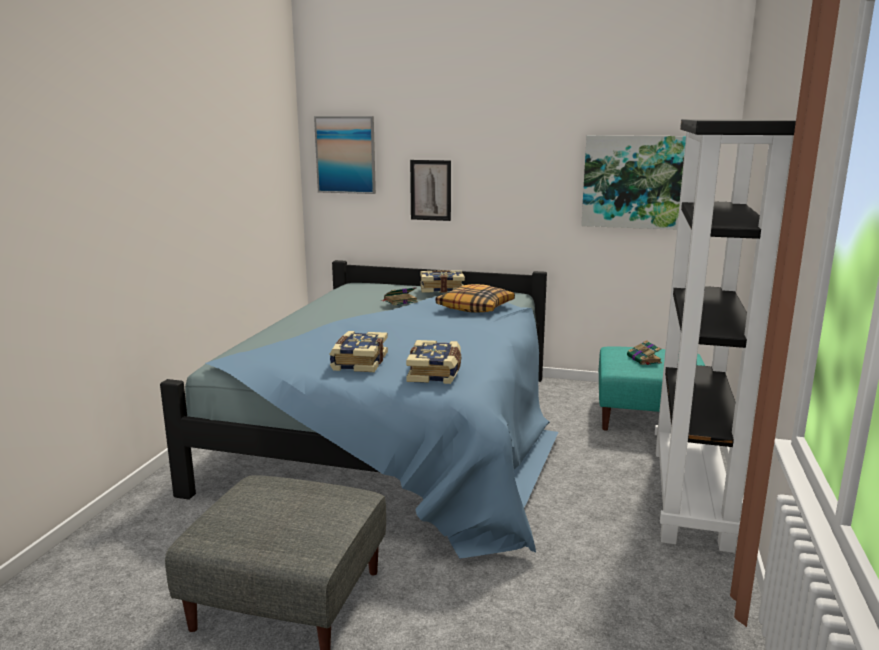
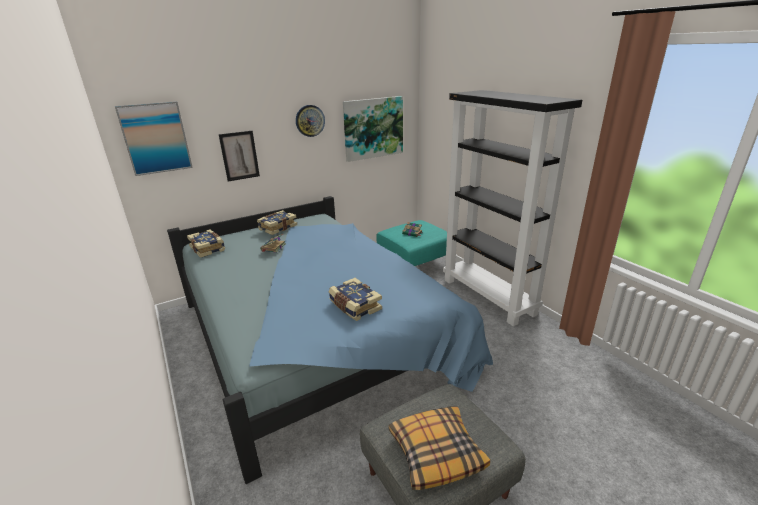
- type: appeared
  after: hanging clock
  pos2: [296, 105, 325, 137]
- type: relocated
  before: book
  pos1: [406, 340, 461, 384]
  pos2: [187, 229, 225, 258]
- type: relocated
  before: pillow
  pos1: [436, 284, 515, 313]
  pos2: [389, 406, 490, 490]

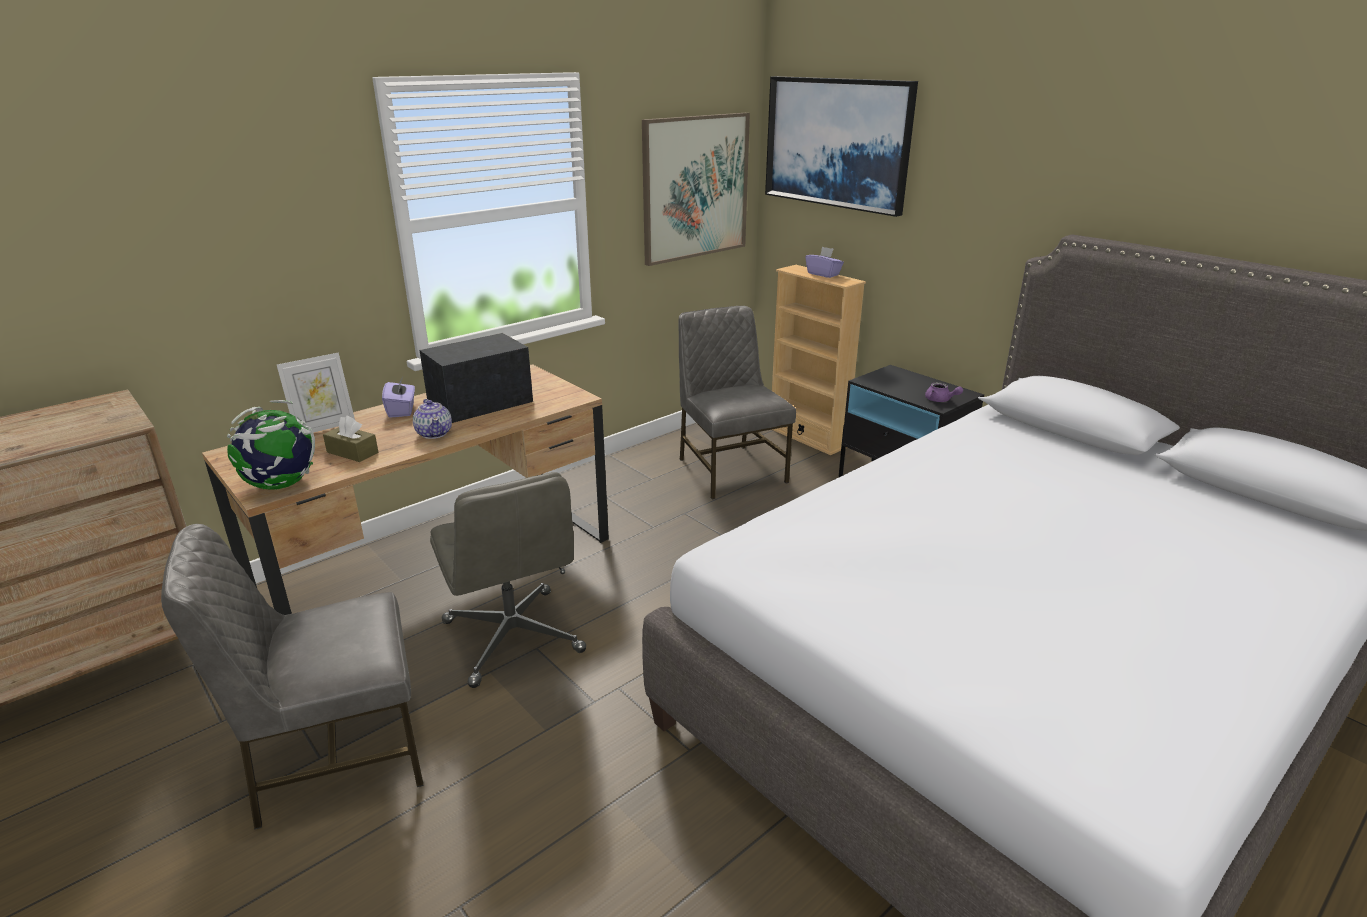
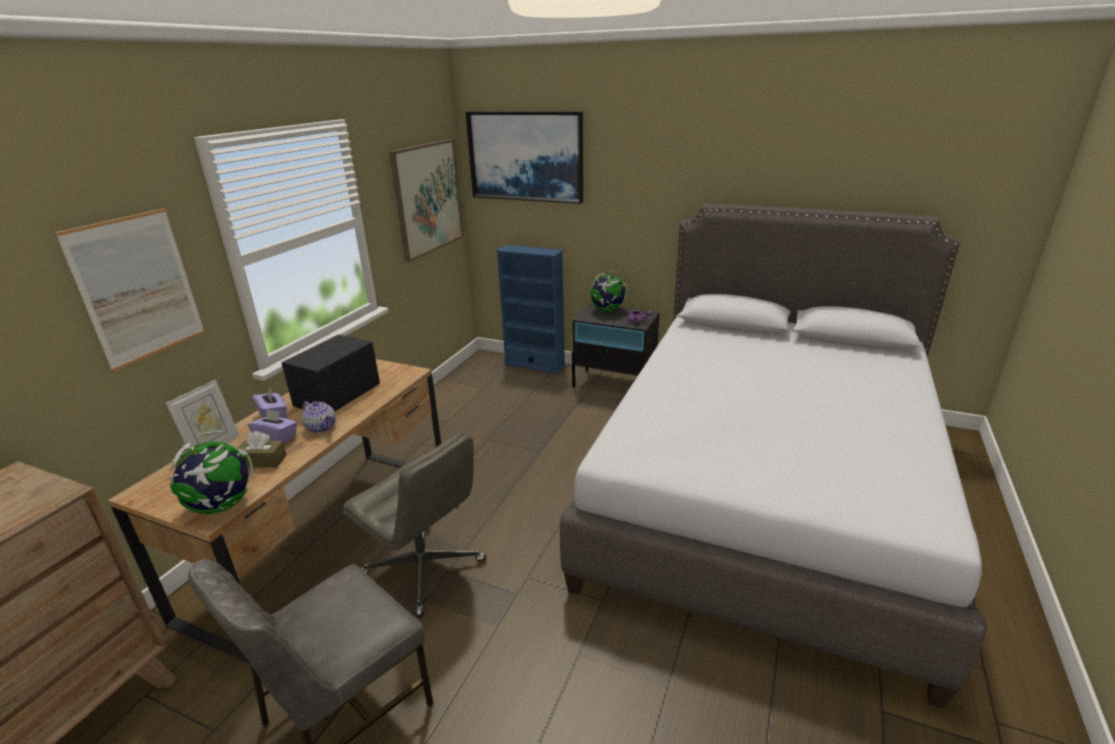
- type: missing
  before: greyish chair
  pos1: [678, 306, 796, 499]
- type: appeared
  after: picture
  pos2: [55, 208, 205, 372]
- type: appeared
  after: globe
  pos2: [590, 271, 627, 312]
- type: relocated
  before: purple-coloured box of tissues
  pos1: [805, 246, 844, 278]
  pos2: [248, 409, 297, 445]
- type: colour
  before: sand-coloured shelving unit
  after: blue shelving unit
  pos1: [772, 265, 866, 455]
  pos2: [495, 245, 566, 374]

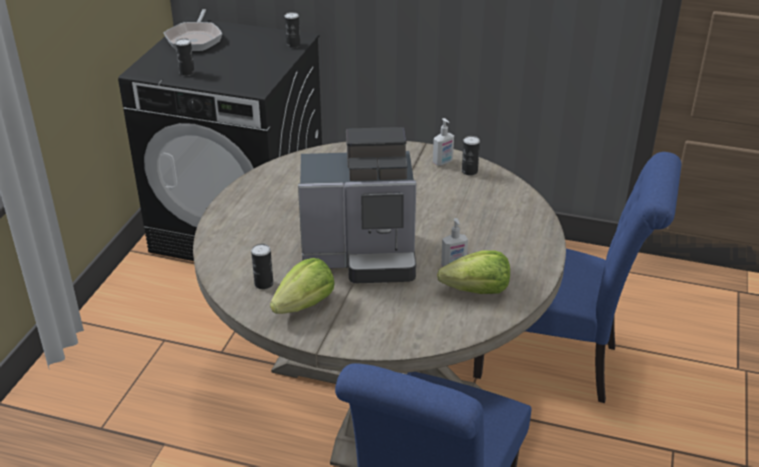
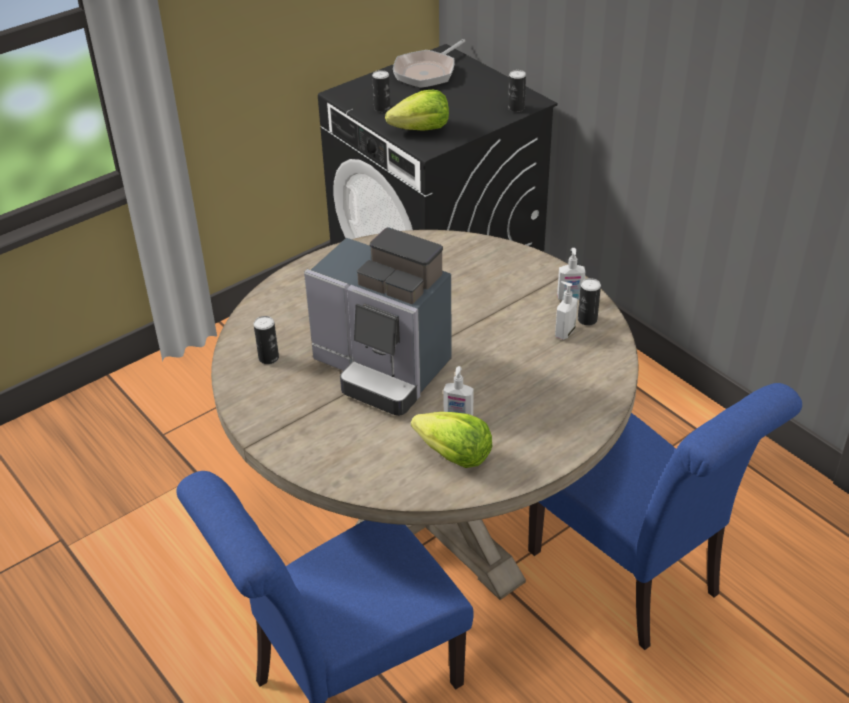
- type: appeared
  after: soap dispenser
  pos2: [555, 281, 578, 340]
- type: relocated
  before: head of lettuce
  pos1: [270, 258, 335, 314]
  pos2: [385, 90, 449, 131]

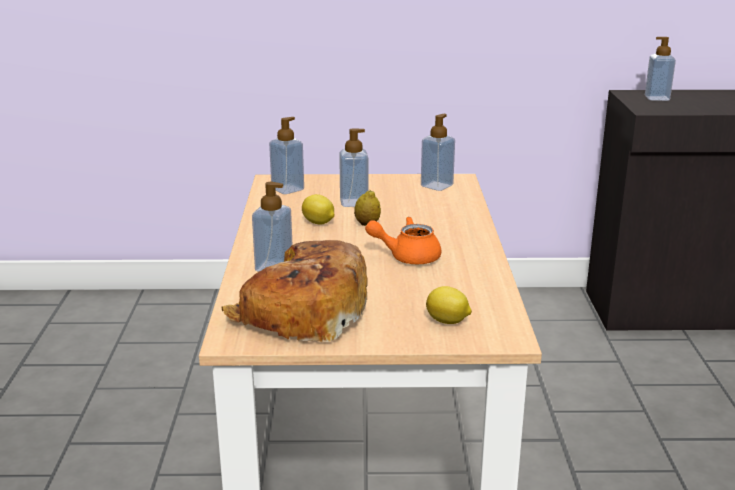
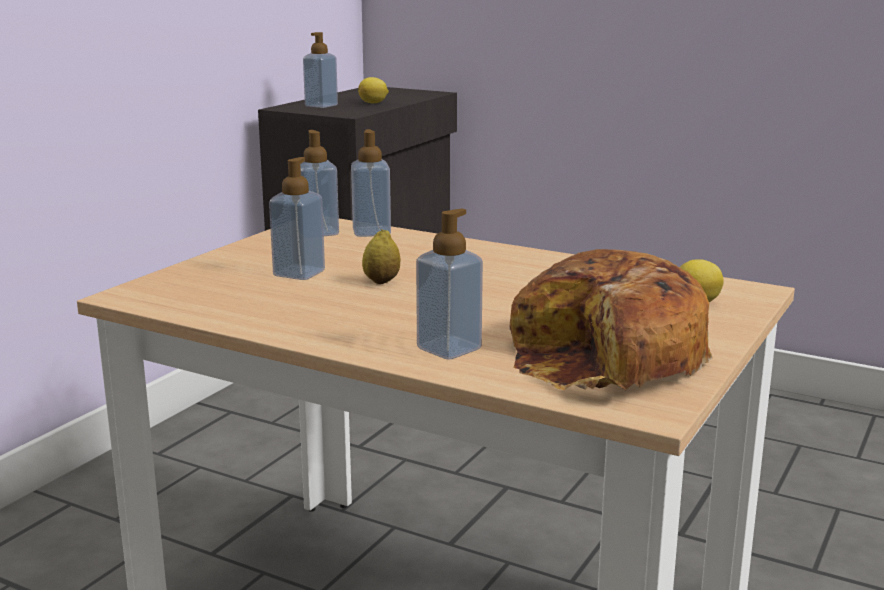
- type: missing
  before: orange pot for tea
  pos1: [365, 217, 441, 264]
- type: relocated
  before: soap dispenser
  pos1: [269, 117, 304, 194]
  pos2: [351, 129, 391, 237]
- type: relocated
  before: lemon
  pos1: [302, 194, 334, 224]
  pos2: [358, 77, 389, 103]

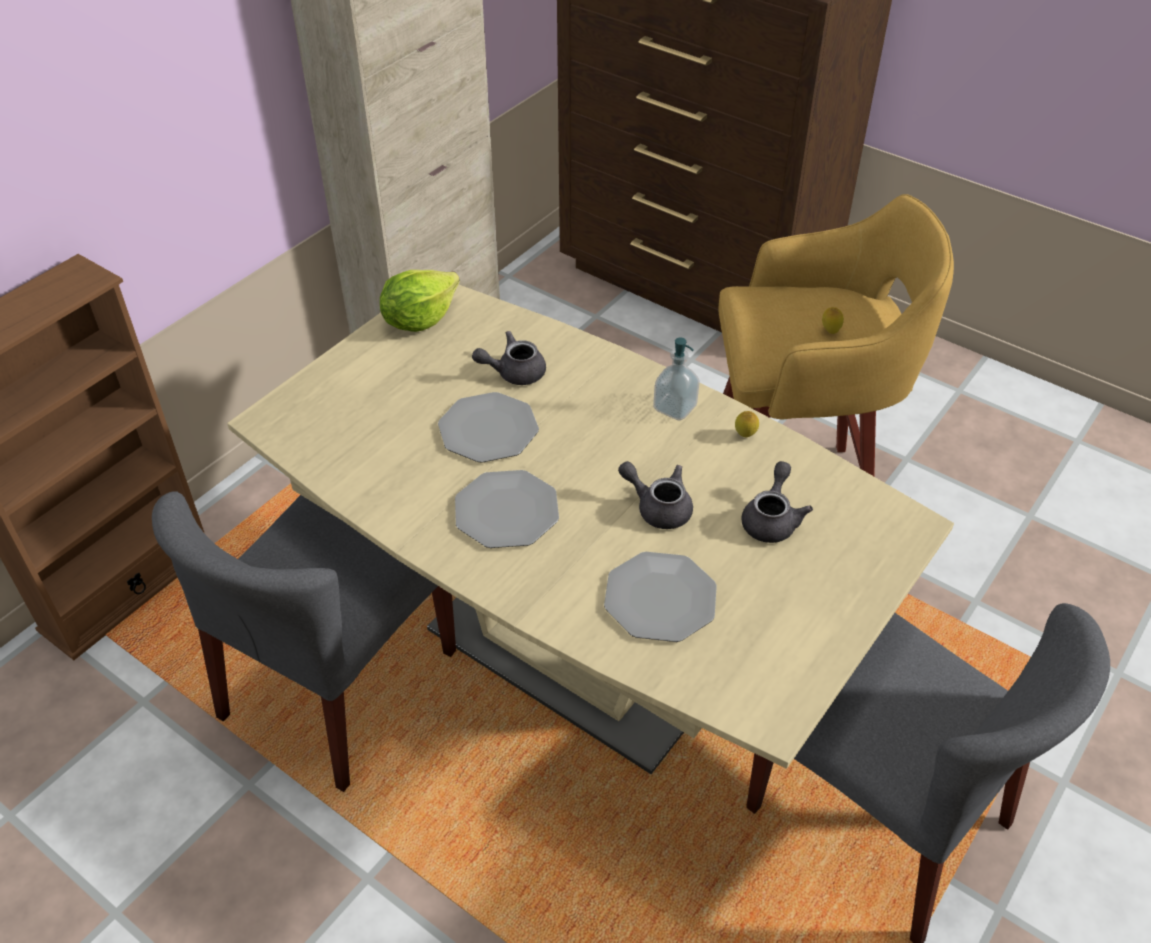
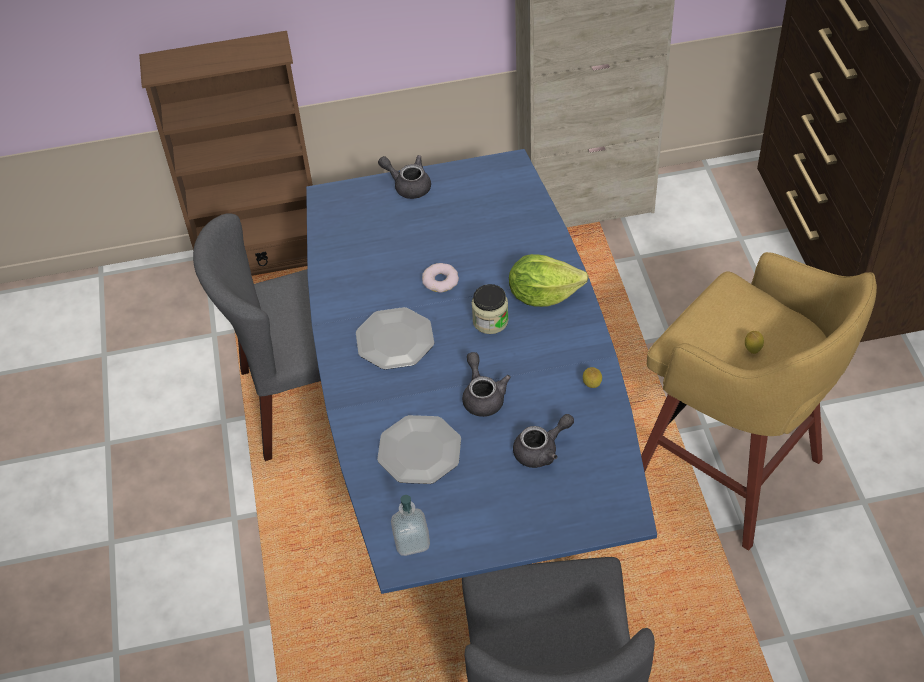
- type: appeared
  after: preserve jar
  pos2: [472, 284, 509, 334]
- type: relocated
  before: head of lettuce
  pos1: [380, 270, 460, 332]
  pos2: [509, 254, 588, 307]
- type: relocated
  before: greyish pot for tea
  pos1: [472, 331, 546, 385]
  pos2: [378, 155, 431, 199]
- type: relocated
  before: soap dispenser
  pos1: [653, 337, 700, 421]
  pos2: [391, 495, 430, 556]
- type: exchanged
  before: flat dish
  after: doughnut
  pos1: [438, 392, 539, 463]
  pos2: [422, 263, 459, 293]
- type: colour
  before: sand-coloured dining table
  after: blue dining table
  pos1: [227, 284, 954, 774]
  pos2: [306, 149, 657, 594]

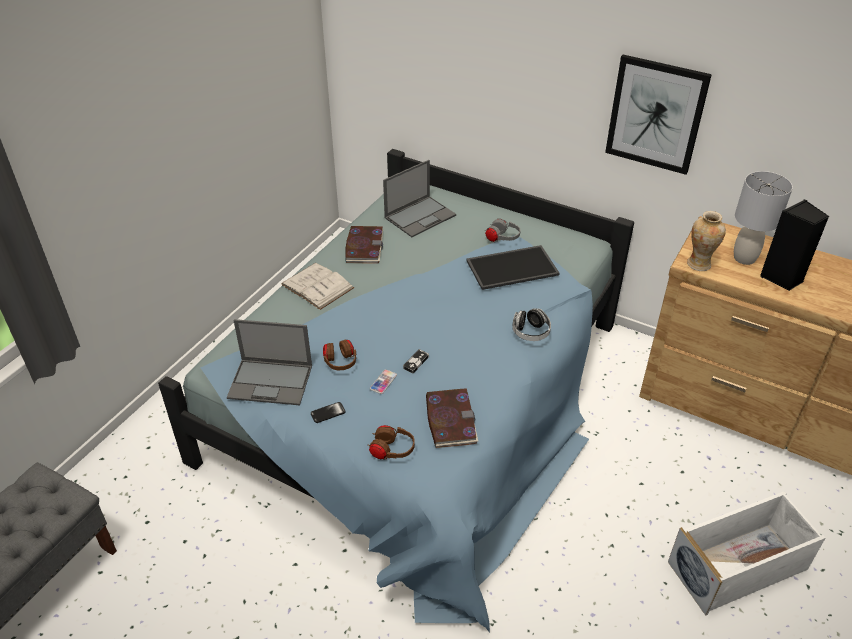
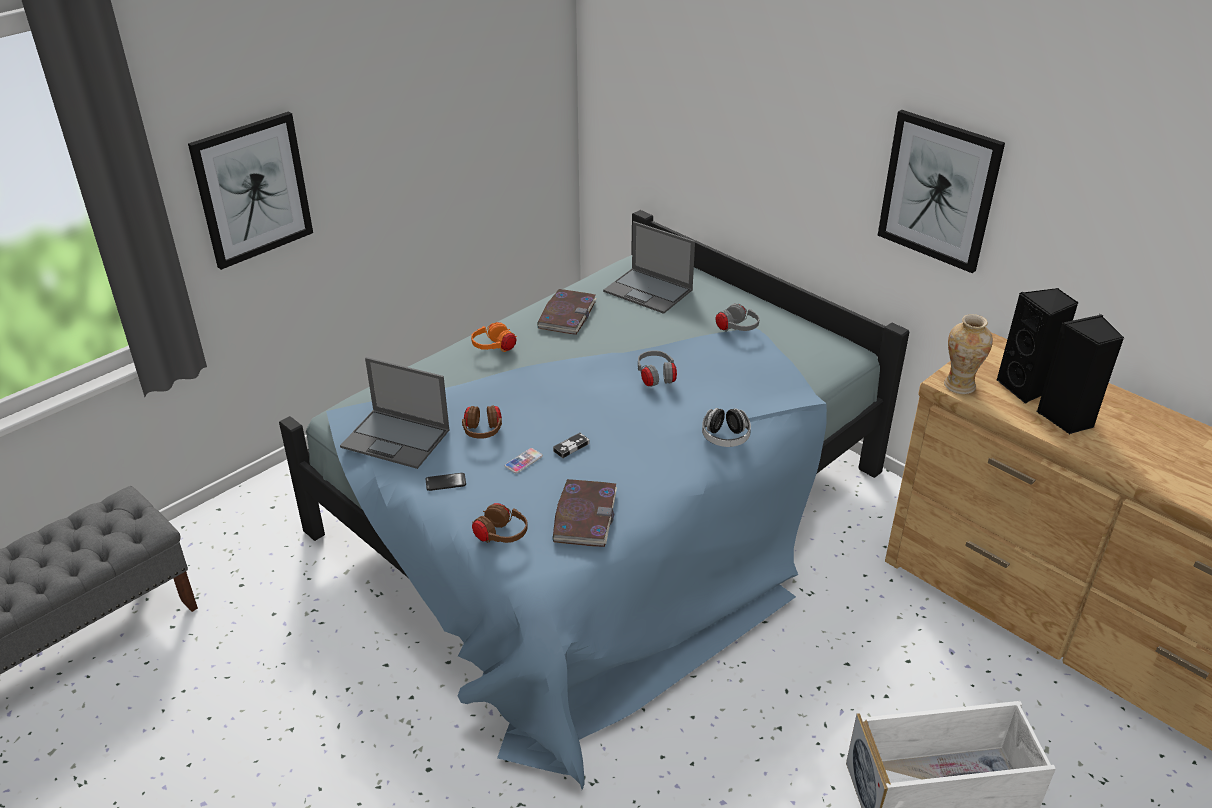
- type: missing
  before: tray
  pos1: [466, 245, 560, 290]
- type: appeared
  after: picture
  pos2: [188, 112, 313, 270]
- type: appeared
  after: greyish headphones
  pos2: [638, 351, 677, 387]
- type: exchanged
  before: white book
  after: orange headphones
  pos1: [281, 263, 354, 310]
  pos2: [471, 322, 517, 352]
- type: exchanged
  before: greyish table lamp
  after: black-coloured audio speaker
  pos1: [734, 171, 793, 265]
  pos2: [996, 288, 1078, 404]
- type: spun
  before: portable computer
  pos1: [383, 160, 456, 237]
  pos2: [603, 221, 695, 314]
  turn: 60

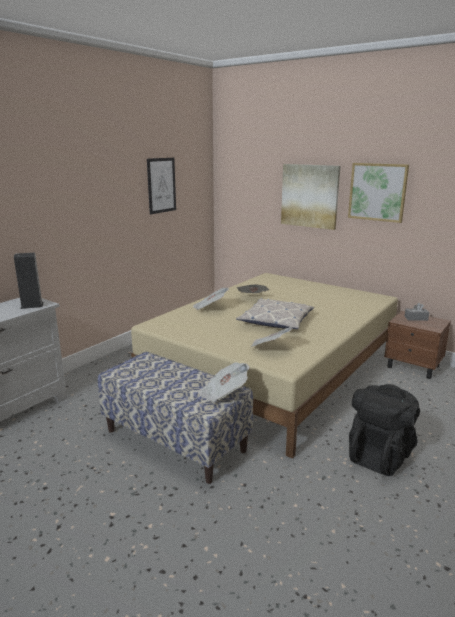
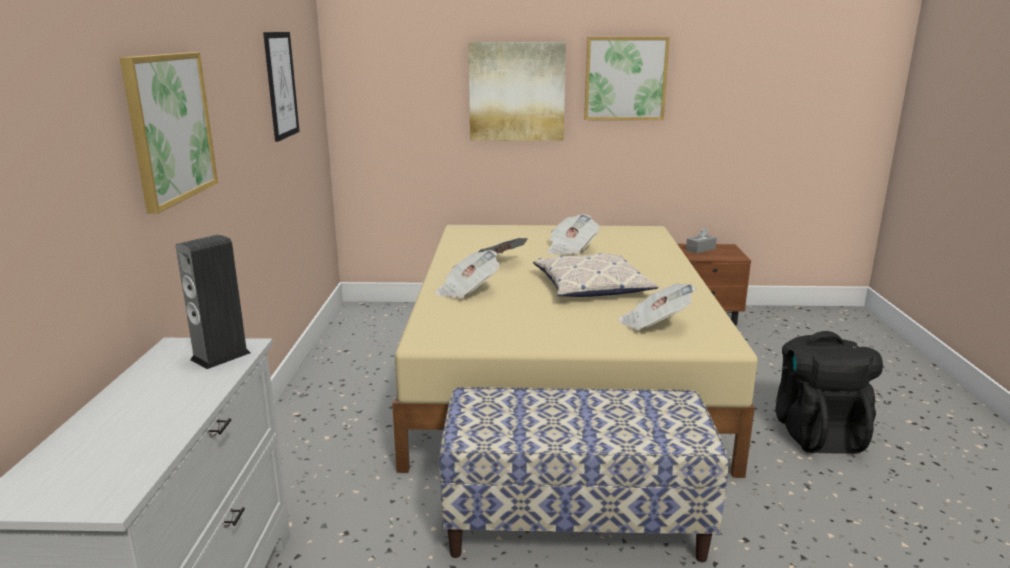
- type: appeared
  after: picture
  pos2: [120, 52, 218, 214]
- type: relocated
  before: newspaper
  pos1: [198, 362, 250, 403]
  pos2: [548, 214, 600, 255]

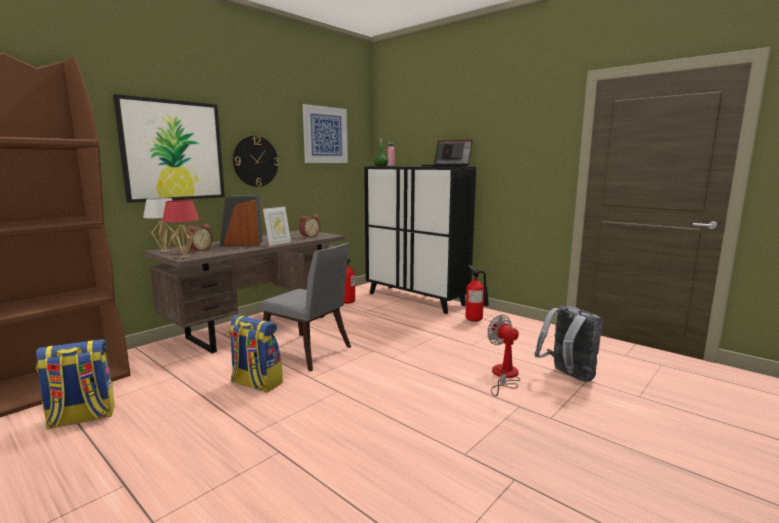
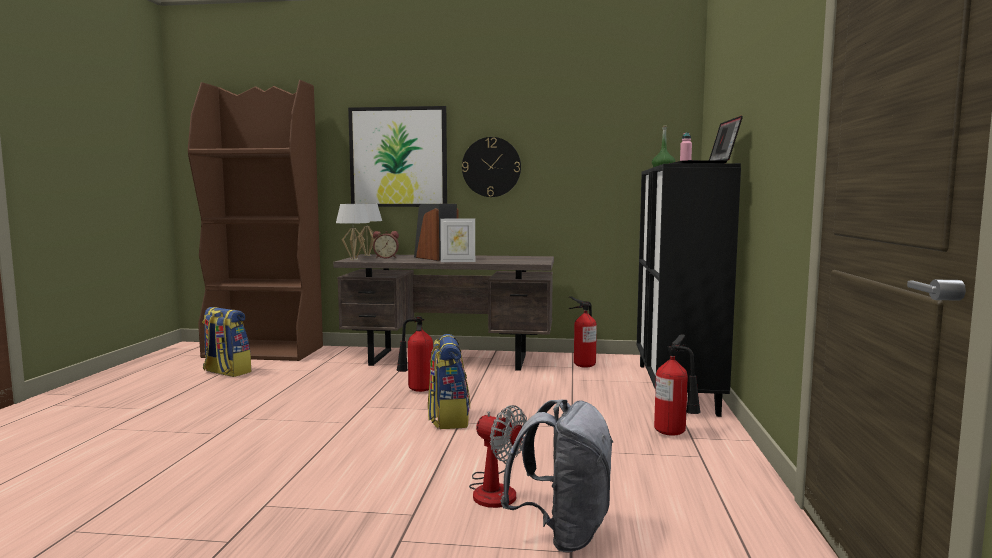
- type: missing
  before: alarm clock
  pos1: [299, 214, 320, 237]
- type: missing
  before: picture
  pos1: [303, 104, 348, 163]
- type: relocated
  before: knapsack
  pos1: [229, 315, 283, 393]
  pos2: [428, 334, 470, 429]
- type: exchanged
  before: greyish chair
  after: fire extinguisher
  pos1: [261, 243, 351, 371]
  pos2: [397, 316, 433, 392]
- type: colour
  before: red-coloured table lamp
  after: white table lamp
  pos1: [162, 200, 199, 258]
  pos2: [336, 204, 370, 260]
- type: spun
  before: fan
  pos1: [487, 314, 521, 397]
  pos2: [469, 405, 527, 508]
  turn: 105

